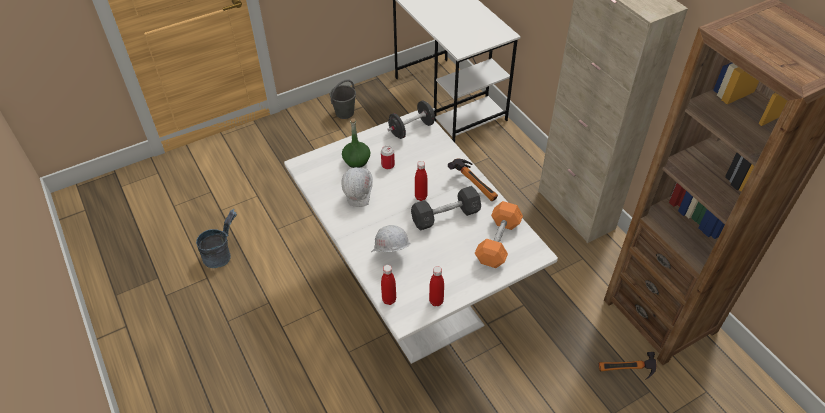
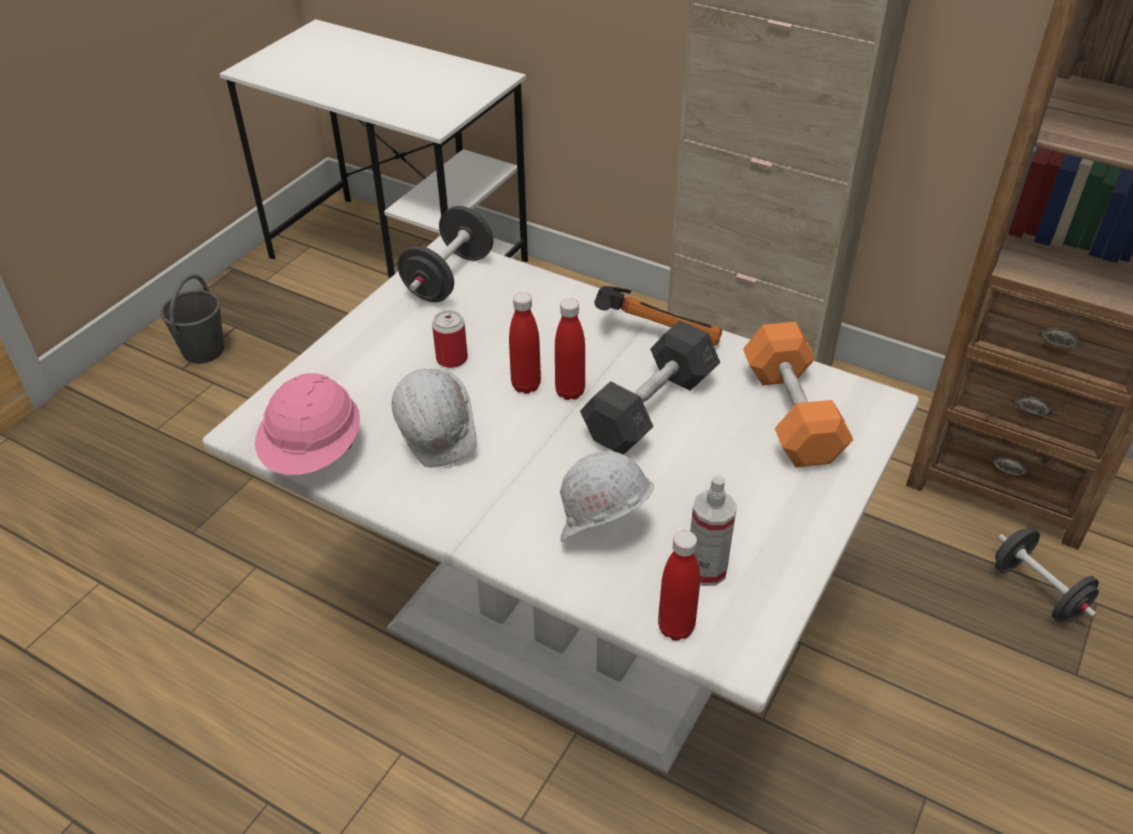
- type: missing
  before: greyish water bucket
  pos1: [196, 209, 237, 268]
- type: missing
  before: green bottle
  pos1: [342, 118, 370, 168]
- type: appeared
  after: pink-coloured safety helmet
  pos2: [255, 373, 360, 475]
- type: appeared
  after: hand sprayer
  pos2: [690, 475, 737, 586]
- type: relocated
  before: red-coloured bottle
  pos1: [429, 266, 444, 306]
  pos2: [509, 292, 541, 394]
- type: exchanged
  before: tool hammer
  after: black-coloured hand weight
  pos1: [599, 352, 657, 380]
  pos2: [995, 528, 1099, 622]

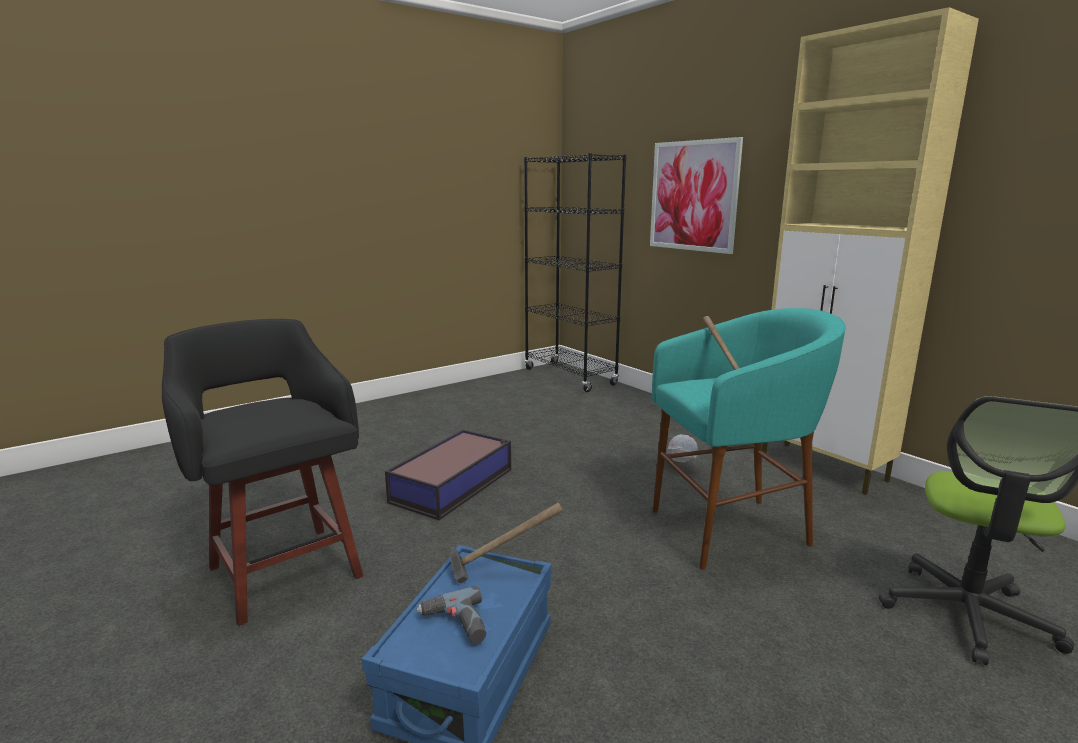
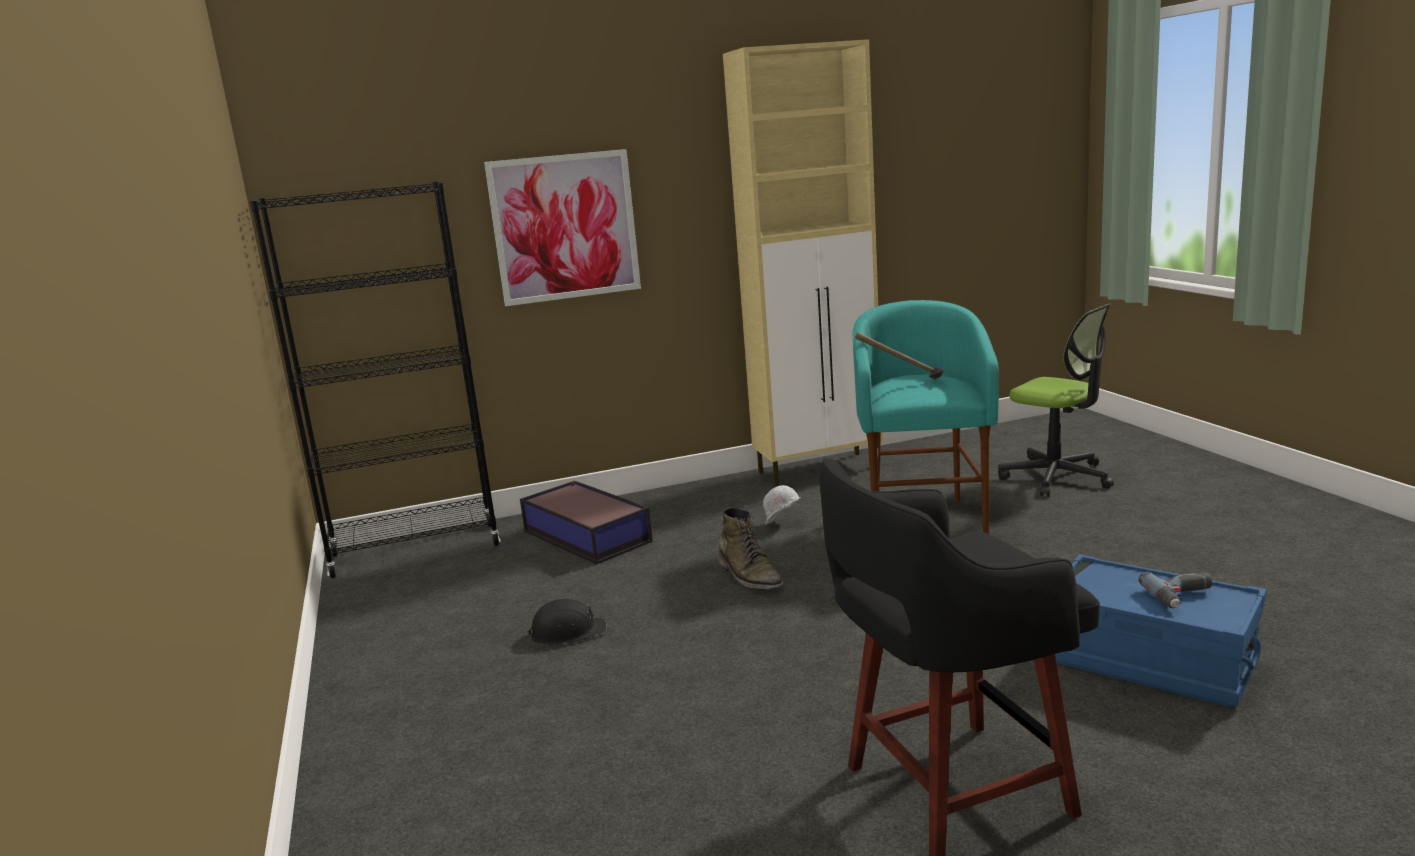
- type: missing
  before: tool hammer
  pos1: [450, 502, 563, 584]
- type: appeared
  after: black-coloured safety helmet
  pos2: [524, 599, 606, 645]
- type: appeared
  after: green boot
  pos2: [718, 507, 783, 589]
- type: relocated
  before: storage container
  pos1: [385, 430, 511, 520]
  pos2: [520, 481, 653, 565]

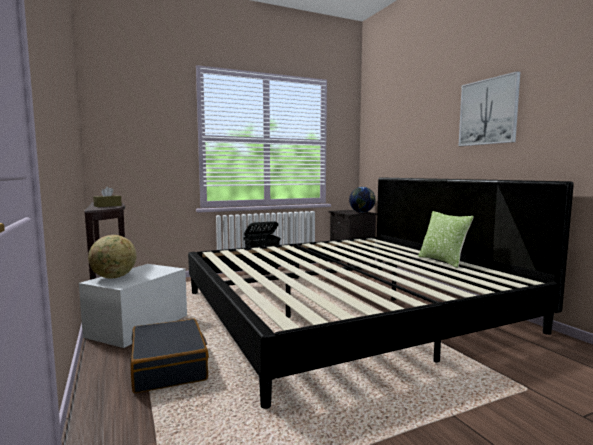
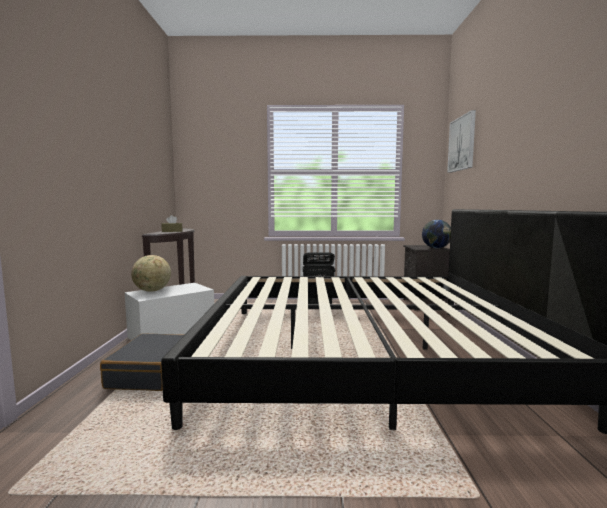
- type: missing
  before: pillow
  pos1: [418, 211, 474, 268]
- type: relocated
  before: picture
  pos1: [459, 71, 520, 146]
  pos2: [447, 110, 476, 173]

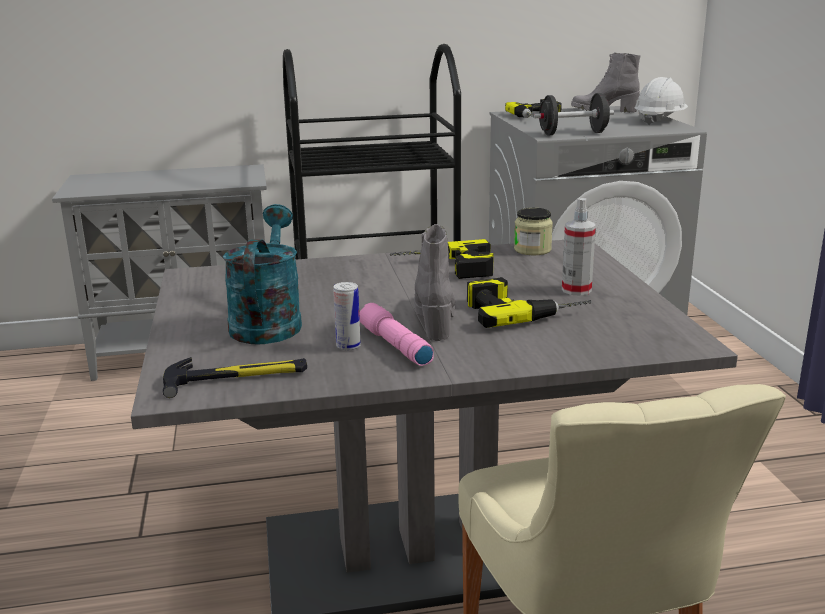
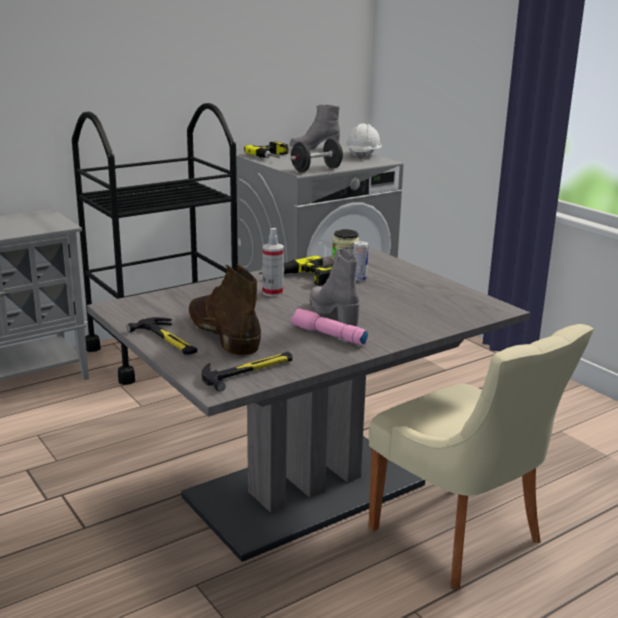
- type: missing
  before: electric drill
  pos1: [467, 277, 592, 328]
- type: appeared
  after: tool hammer
  pos2: [127, 317, 197, 355]
- type: relocated
  before: metal can
  pos1: [333, 282, 361, 350]
  pos2: [354, 241, 368, 281]
- type: relocated
  before: hand sprayer
  pos1: [562, 198, 596, 296]
  pos2: [263, 228, 284, 297]
- type: exchanged
  before: blue-green sprinkling can
  after: brown boot
  pos1: [223, 204, 302, 344]
  pos2: [189, 264, 261, 357]

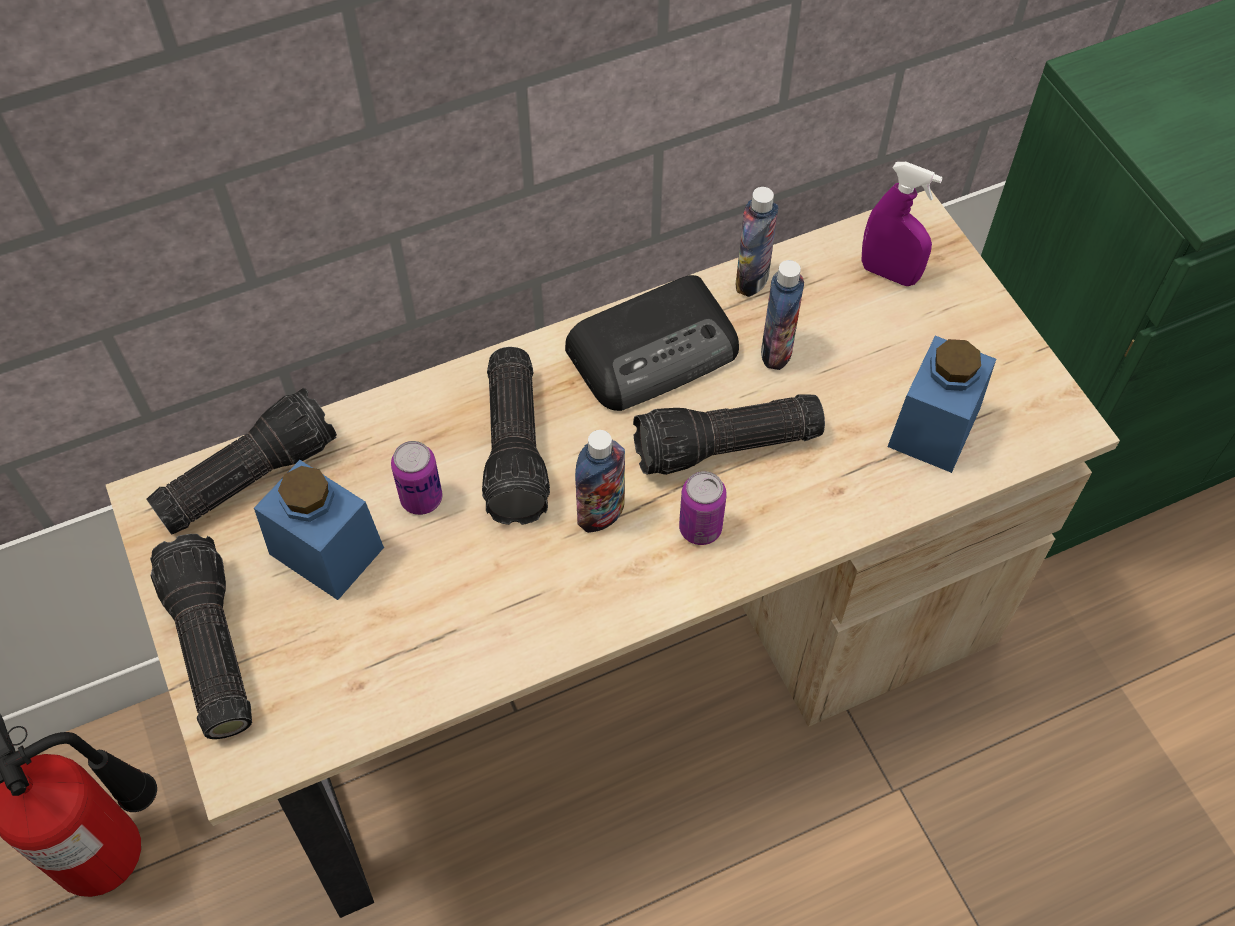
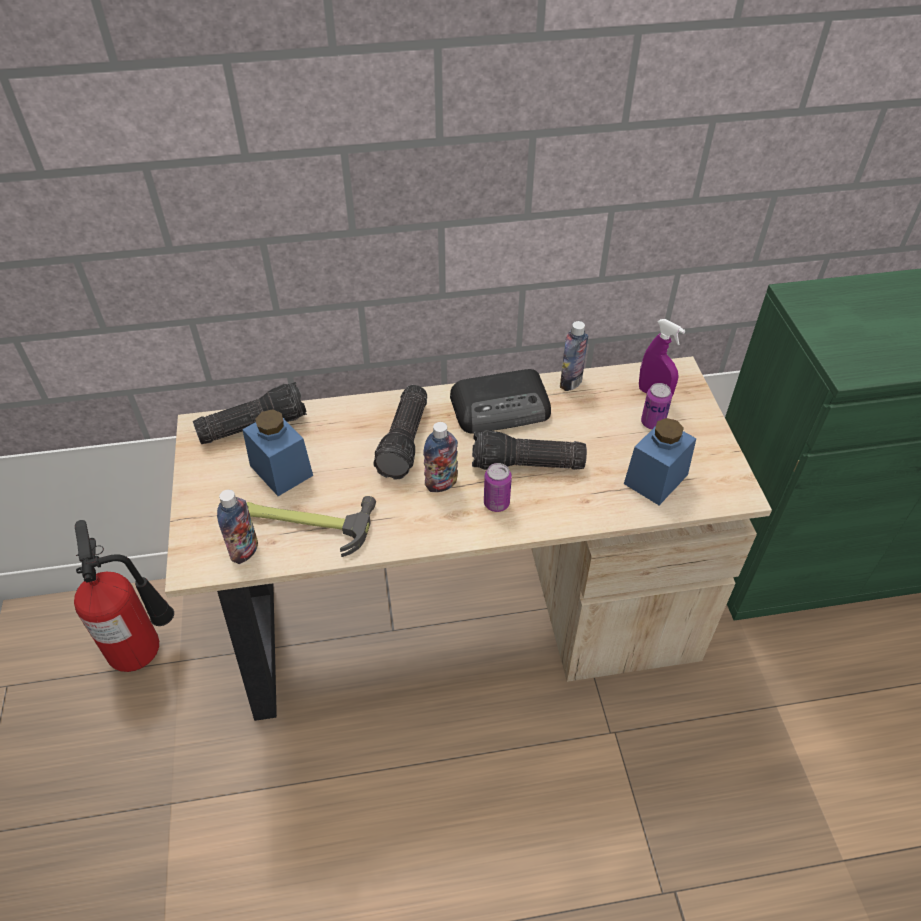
- type: missing
  before: flashlight
  pos1: [150, 534, 252, 739]
- type: appeared
  after: tool hammer
  pos2: [247, 496, 376, 557]
- type: relocated
  before: metal can
  pos1: [391, 441, 443, 515]
  pos2: [641, 383, 672, 429]
- type: relocated
  before: bottle
  pos1: [761, 260, 804, 370]
  pos2: [217, 490, 258, 564]

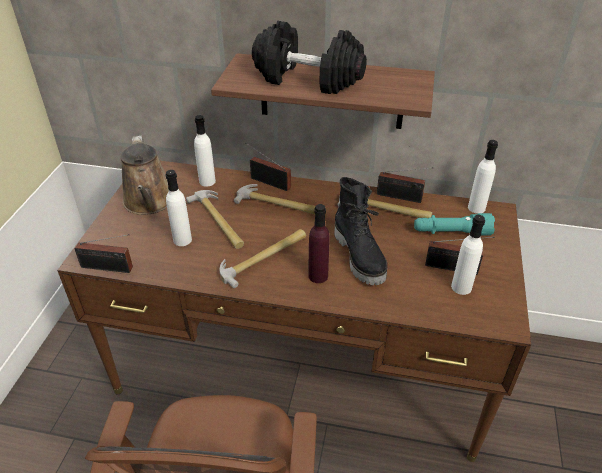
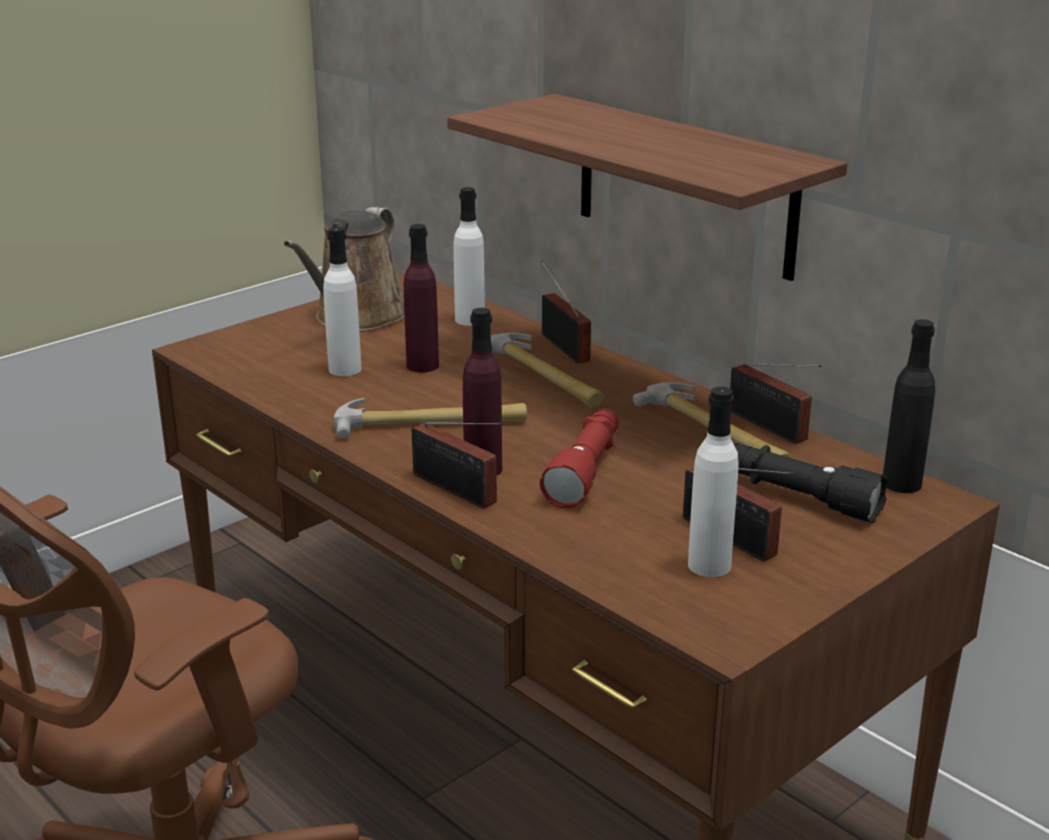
- type: missing
  before: black-coloured hand weight
  pos1: [252, 20, 367, 94]
- type: relocated
  before: radio set
  pos1: [74, 234, 133, 273]
  pos2: [412, 422, 502, 509]
- type: exchanged
  before: tool hammer
  after: purple-coloured bottle
  pos1: [186, 190, 244, 249]
  pos2: [404, 224, 439, 373]
- type: exchanged
  before: black-coloured boot
  after: red-coloured flashlight
  pos1: [334, 177, 388, 285]
  pos2: [540, 409, 619, 508]
- type: colour
  before: blue-green flashlight
  after: black-coloured flashlight
  pos1: [414, 213, 495, 236]
  pos2: [733, 443, 889, 523]
- type: colour
  before: white bottle
  after: black-coloured bottle
  pos1: [468, 140, 498, 214]
  pos2: [883, 319, 935, 493]

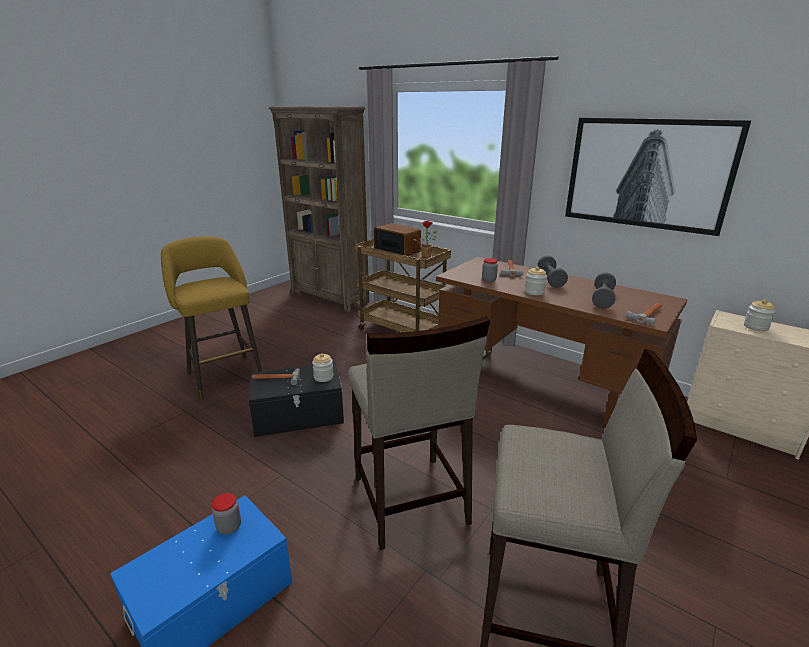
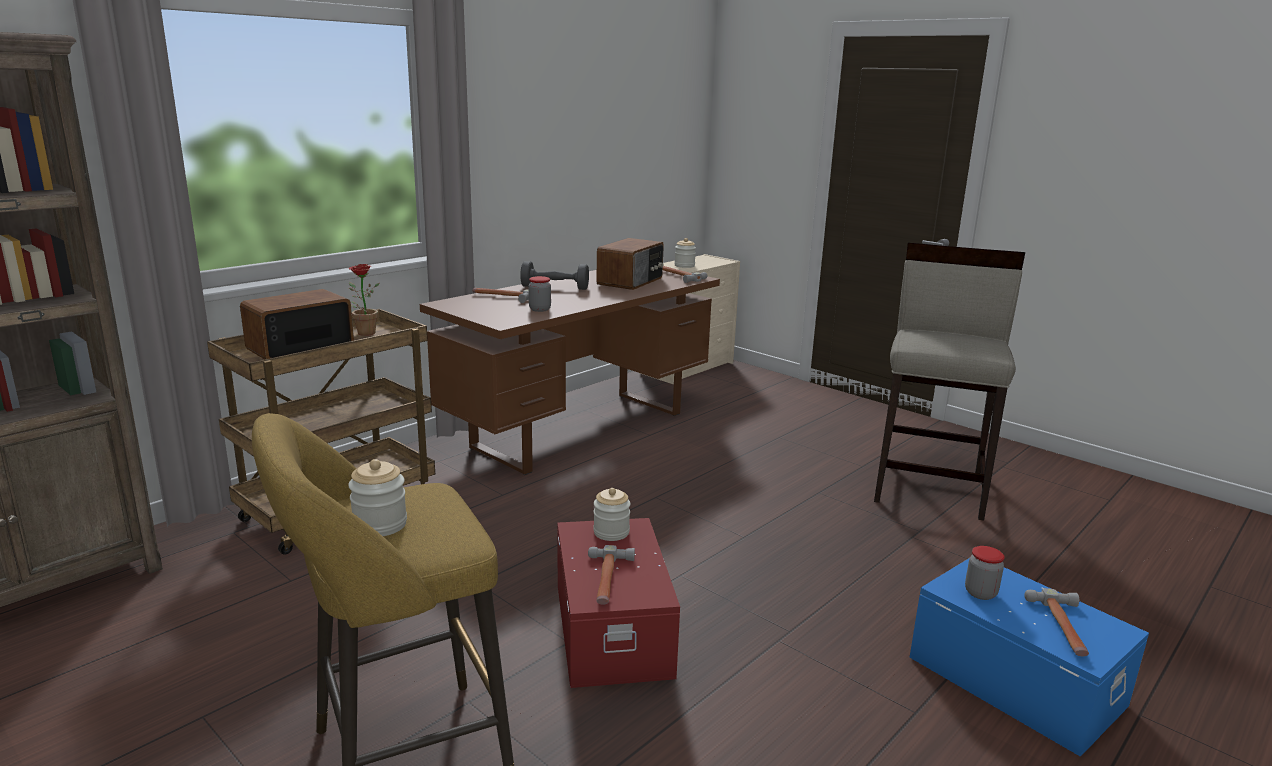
- type: missing
  before: sand-coloured stool
  pos1: [348, 317, 490, 550]
- type: missing
  before: picture
  pos1: [565, 118, 751, 236]
- type: appeared
  after: tool hammer
  pos2: [1024, 588, 1089, 656]
- type: relocated
  before: preserve jar
  pos1: [525, 266, 547, 295]
  pos2: [348, 459, 407, 536]
- type: exchanged
  before: greyish hand weight
  after: radio set
  pos1: [592, 272, 616, 309]
  pos2: [596, 238, 664, 290]
- type: colour
  before: black-coloured storage container
  after: red-coloured storage container
  pos1: [249, 362, 344, 437]
  pos2: [557, 518, 680, 688]

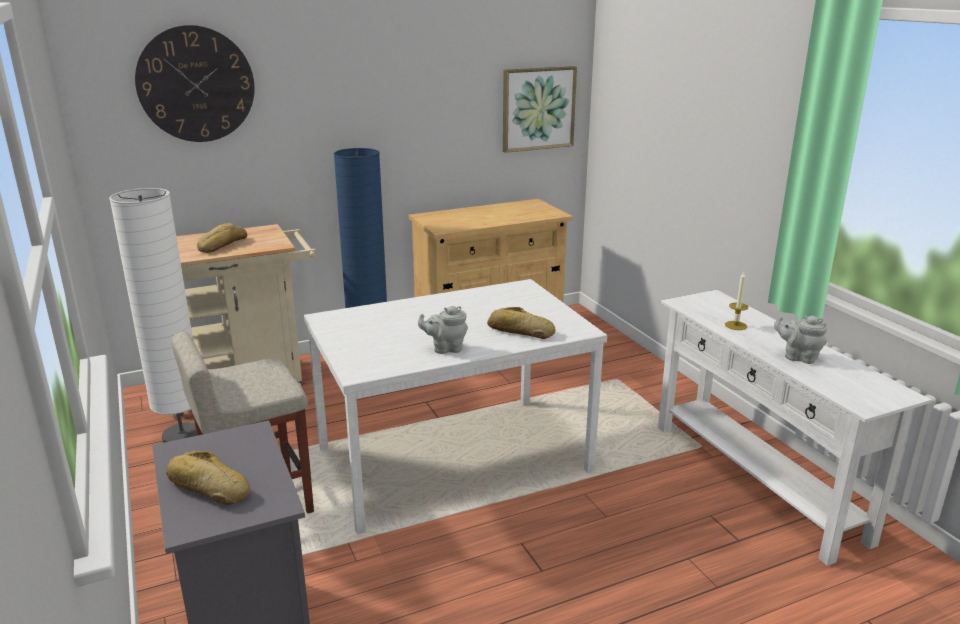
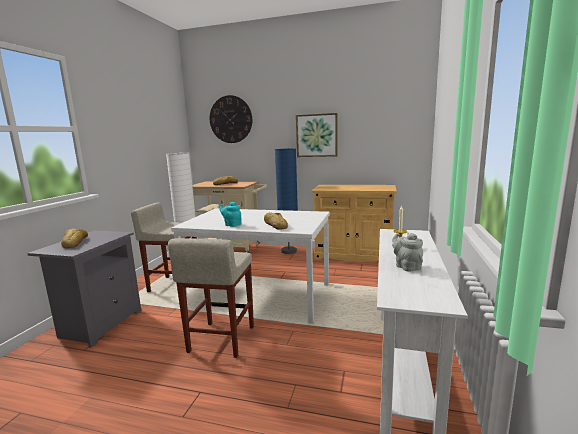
- type: appeared
  after: sand-coloured stool
  pos2: [168, 238, 254, 358]
- type: relocated
  before: picture
  pos1: [503, 66, 577, 153]
  pos2: [296, 113, 338, 157]
- type: colour
  before: greyish pot for tea
  after: blue-green pot for tea
  pos1: [418, 306, 468, 354]
  pos2: [219, 202, 242, 227]

